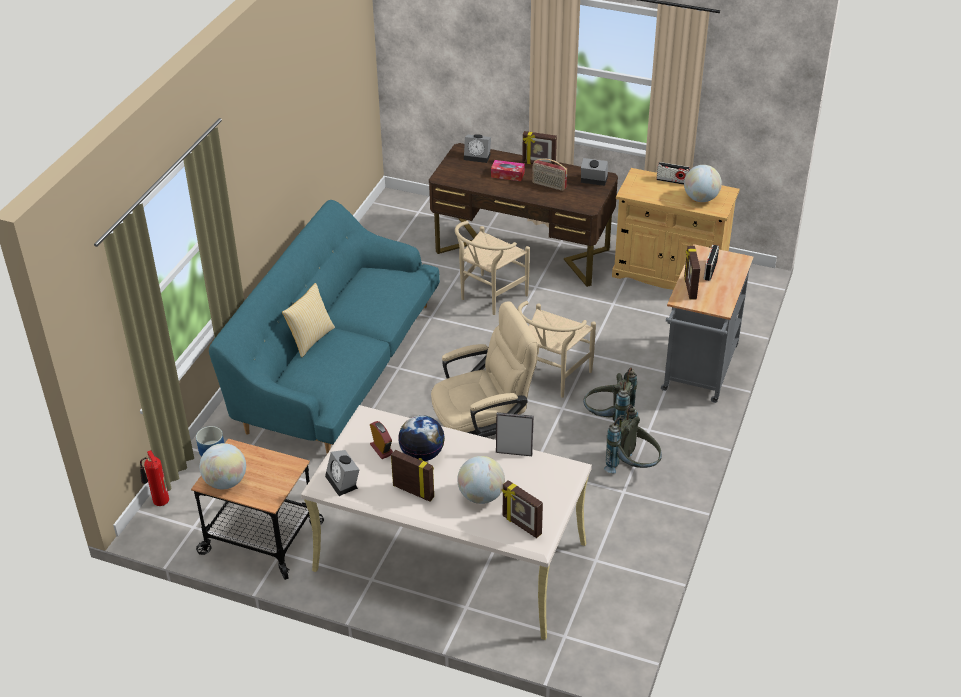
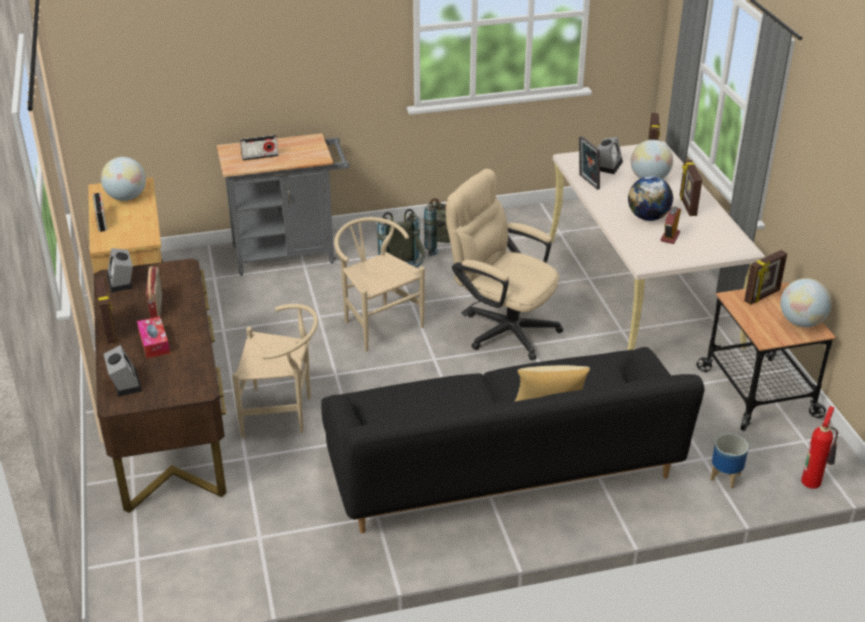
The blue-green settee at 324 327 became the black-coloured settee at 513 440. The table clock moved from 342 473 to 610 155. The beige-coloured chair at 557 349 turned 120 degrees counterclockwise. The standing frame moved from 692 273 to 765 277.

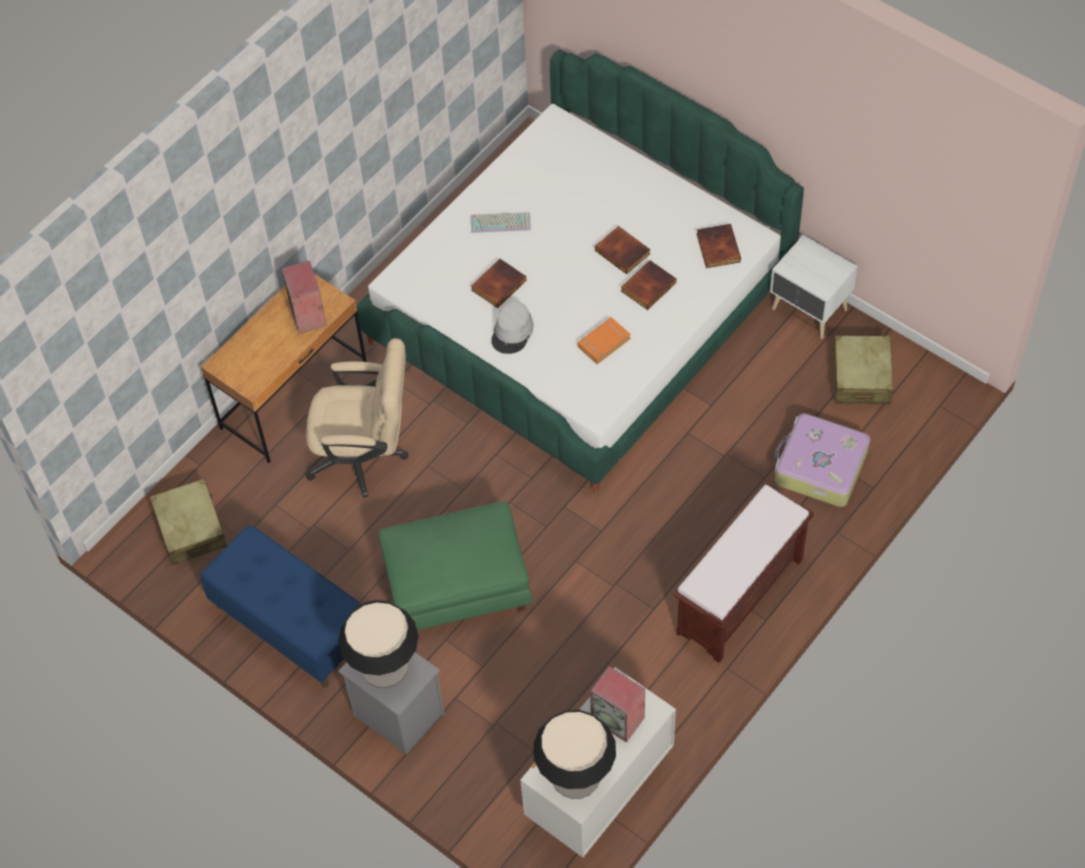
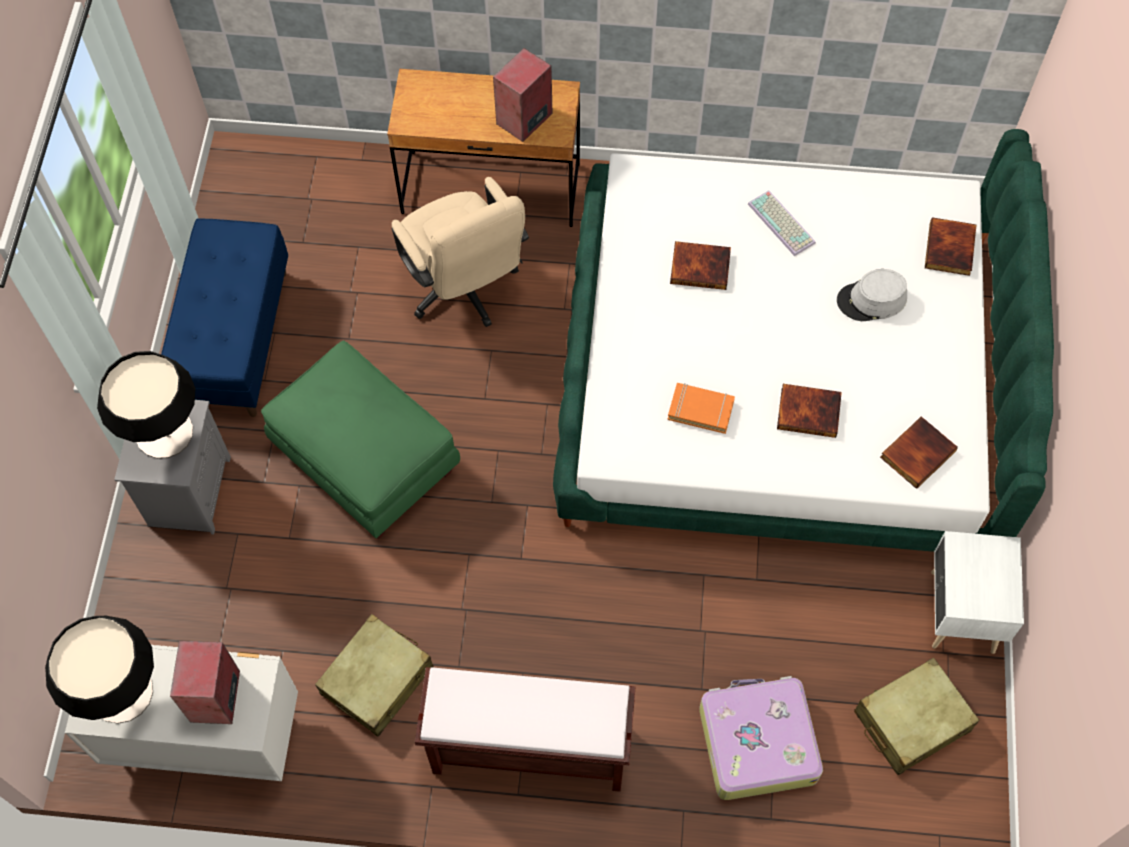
The beige-coloured suitcase moved from 188 522 to 374 675. The gray hat moved from 512 328 to 872 295. The bound book moved from 623 250 to 950 246.

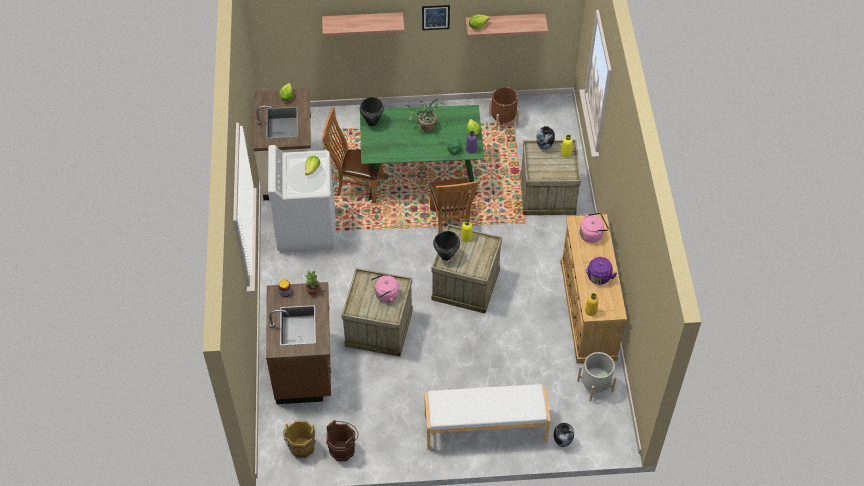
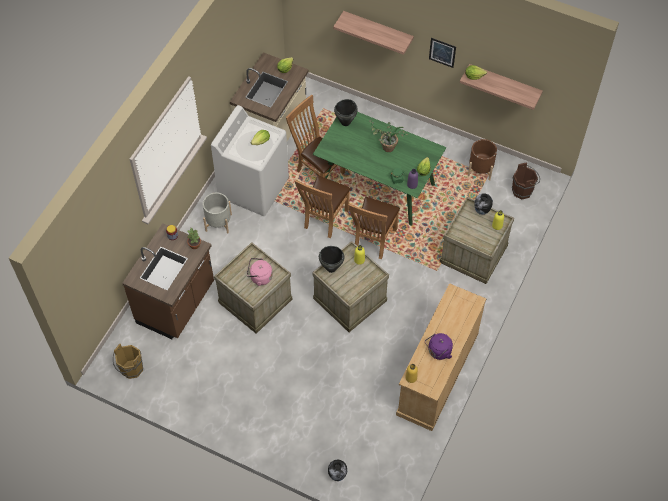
The brownish bucket moved from 342 440 to 526 181. The whitish long seat at 488 417 disappeared. The gray flower pot moved from 597 377 to 217 213. The pink-coloured tea kettle at 594 228 disappeared. The brownish chair at 323 206 appeared.

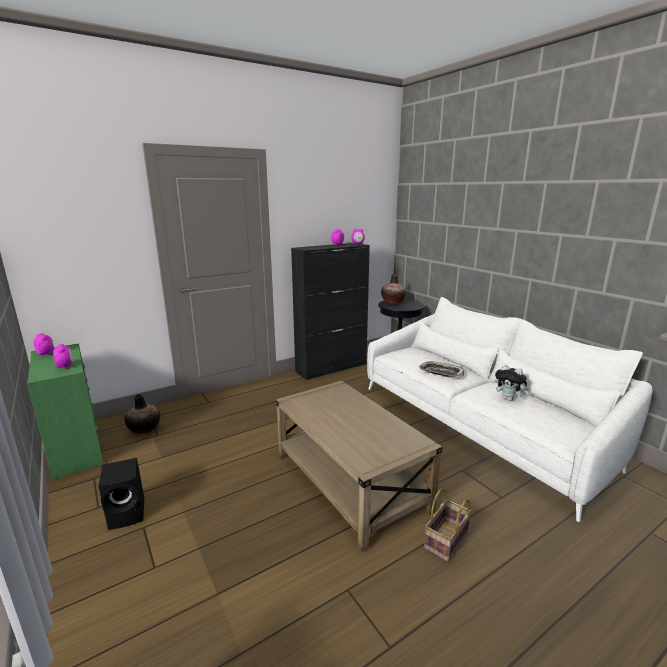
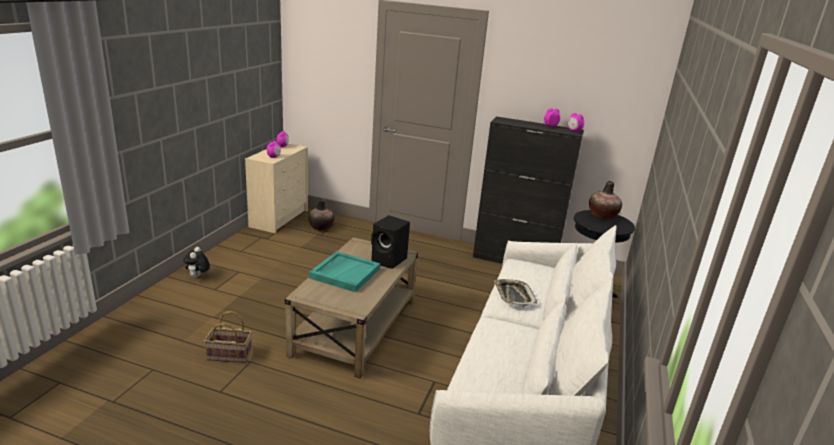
The green-coloured dresser at 65 411 became the beige-coloured dresser at 276 188. The black-coloured speaker moved from 121 494 to 390 242. The household basket moved from 448 525 to 228 337. The cuddly toy moved from 512 382 to 196 262. The blue-green tray at 344 271 appeared.

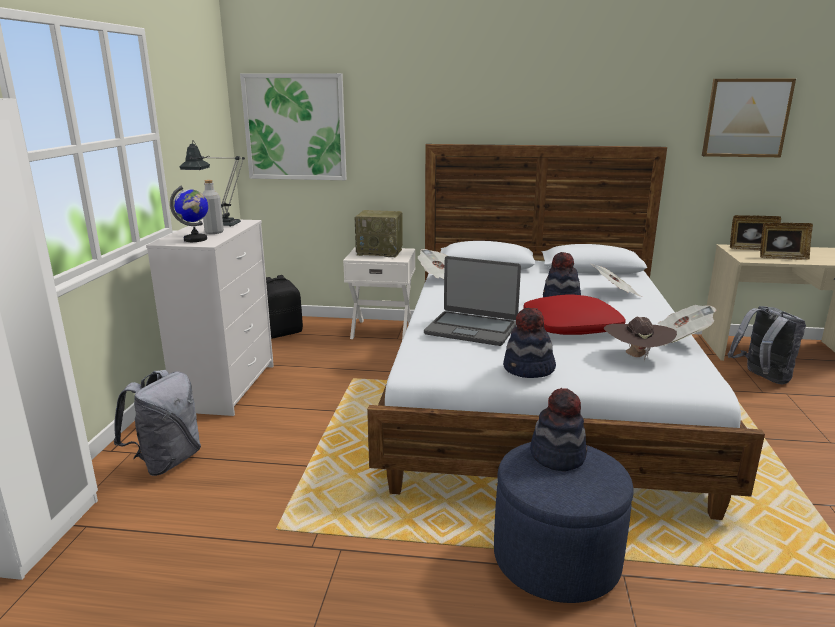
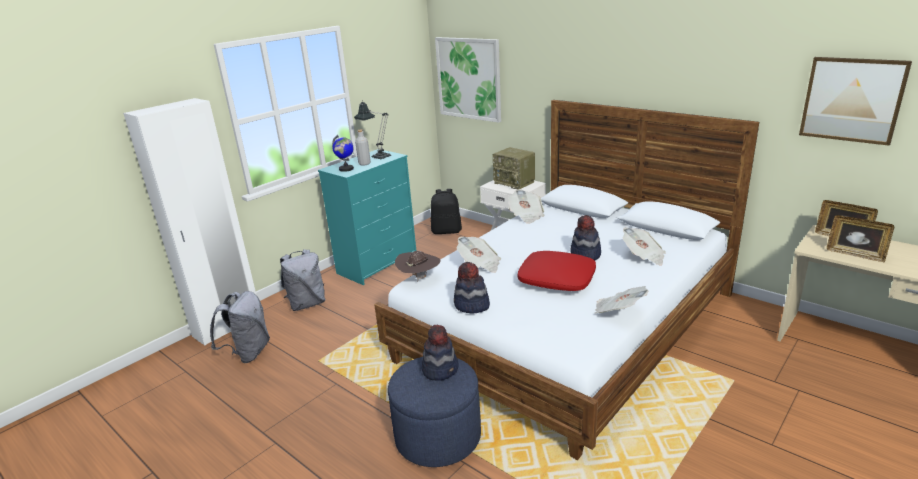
The whitish dresser at 210 317 became the blue-green dresser at 367 217. The notebook computer at 472 301 was replaced by the daily paper at 478 254. The brownish hat moved from 640 339 to 418 266. The gray knapsack moved from 767 345 to 240 327.

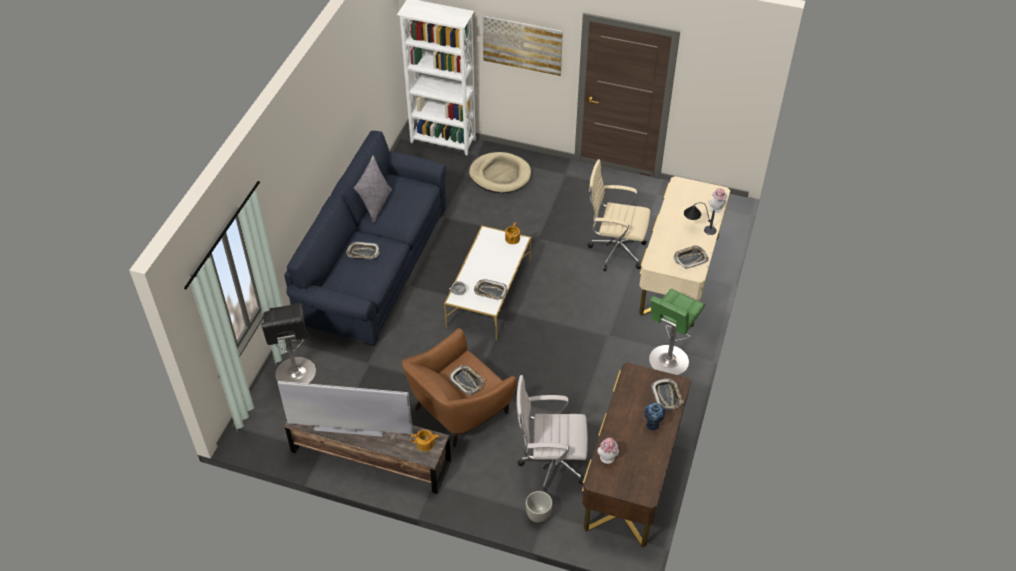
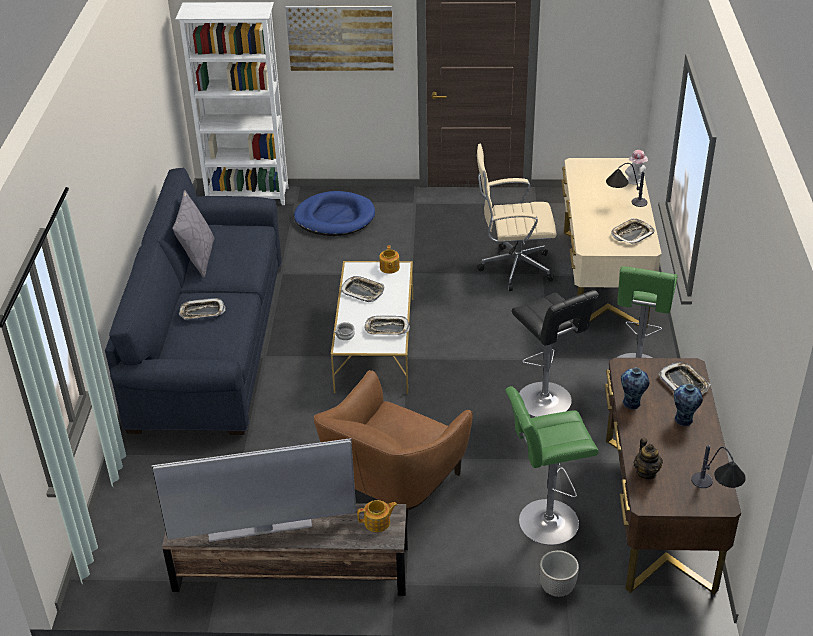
The black-coloured stool moved from 288 343 to 555 353. The tray moved from 467 380 to 362 289. The beige-coloured dog bed at 500 172 became the blue dog bed at 334 213. The whitish computer chair at 552 434 was replaced by the green-coloured stool at 552 465. The hat at 608 451 was replaced by the pot for tea at 648 459. The decorative vase at 635 389 appeared. The tabletop lamp at 718 466 appeared.

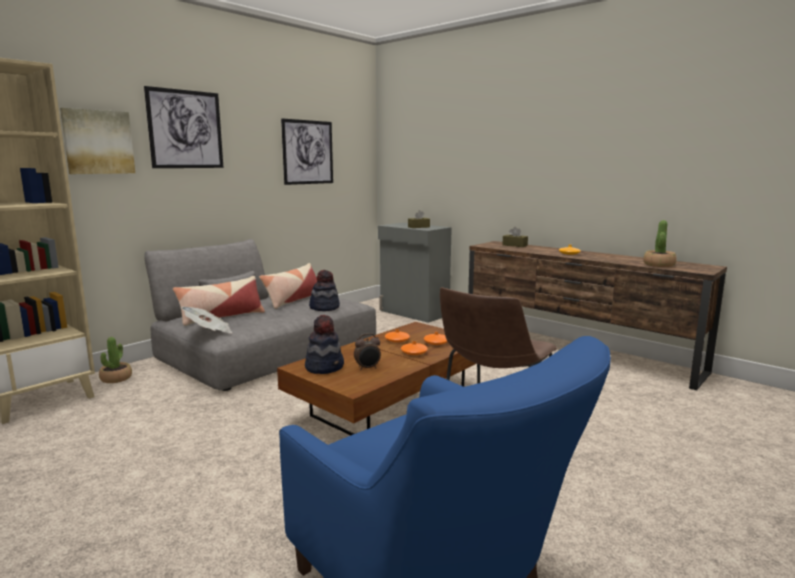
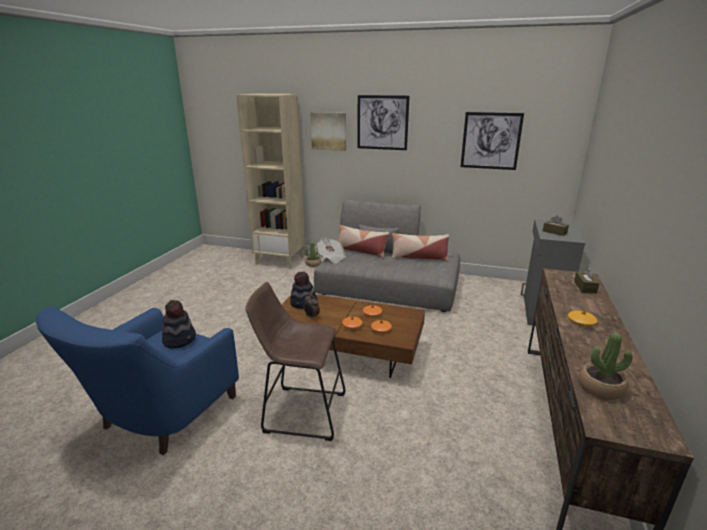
The hat moved from 324 290 to 179 324.

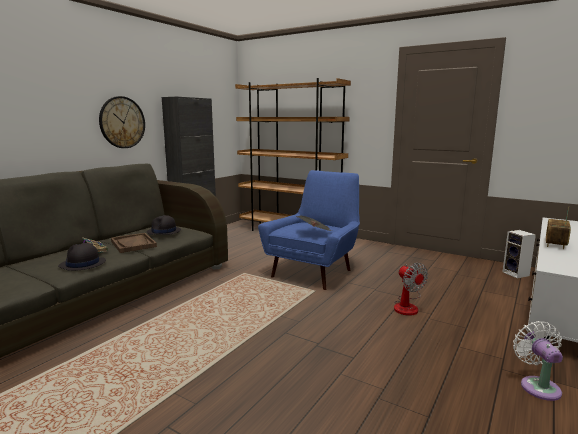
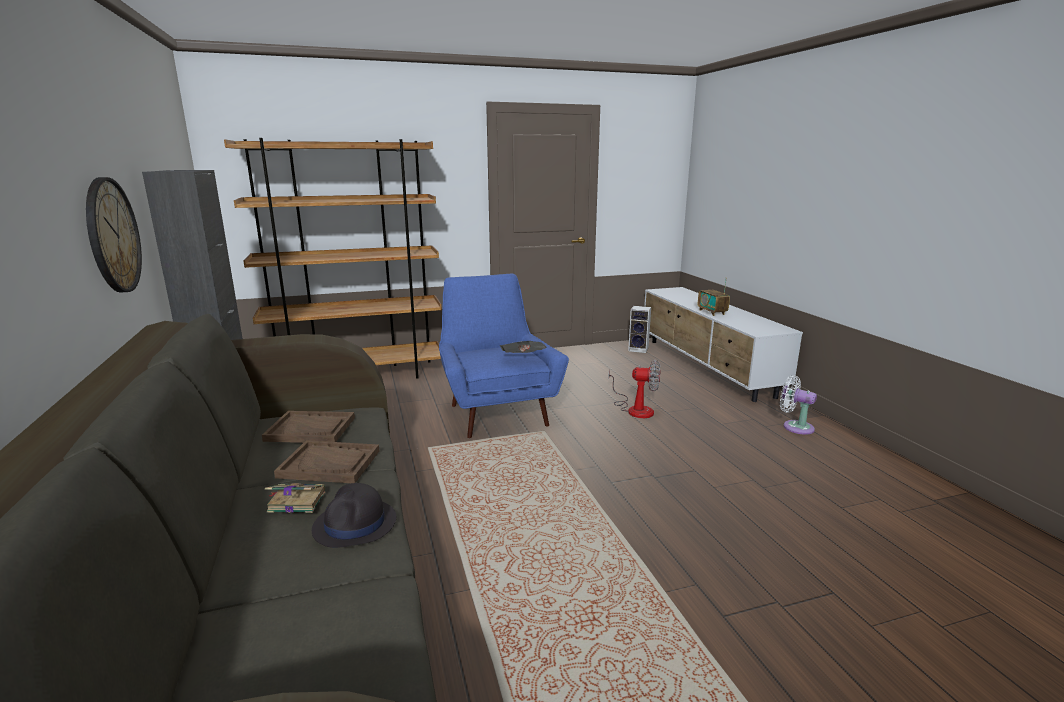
The black-coloured hat at 164 225 was replaced by the brownish tray at 308 427.

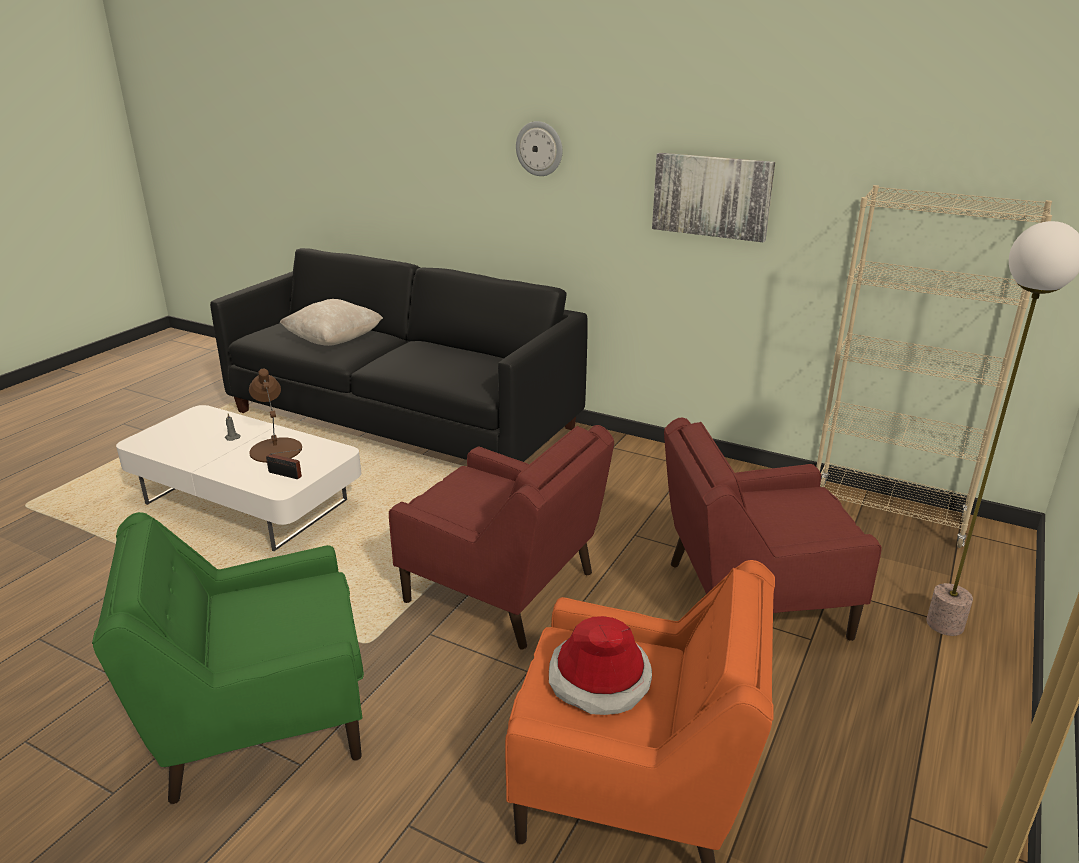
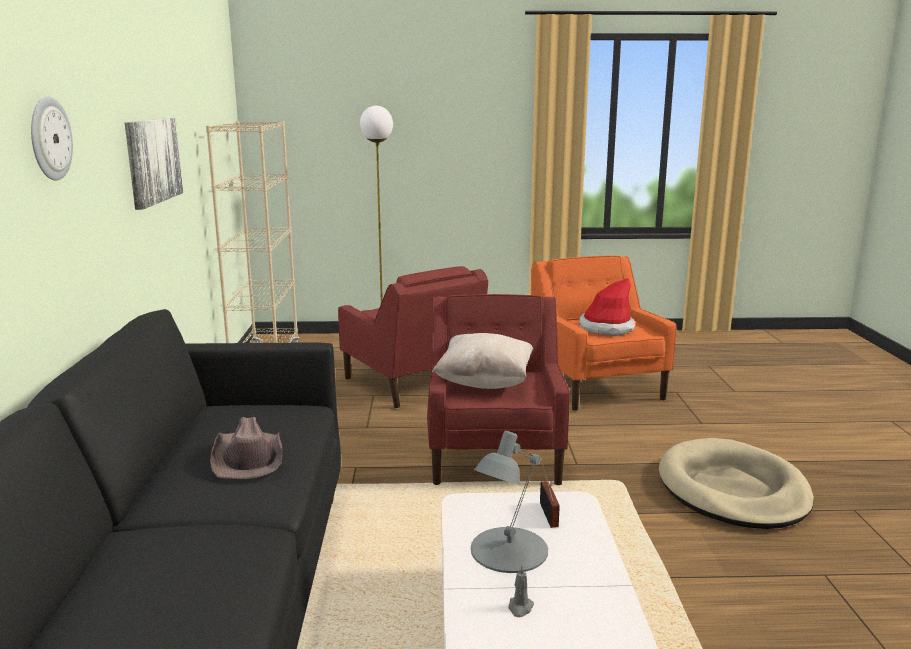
The green-coloured lounge chair at 228 658 was replaced by the beige-coloured dog bed at 736 483. The brownish tabletop lamp at 275 416 became the gray tabletop lamp at 509 502. The beige-coloured cushion moved from 331 322 to 482 361. The brownish hat at 246 448 appeared.

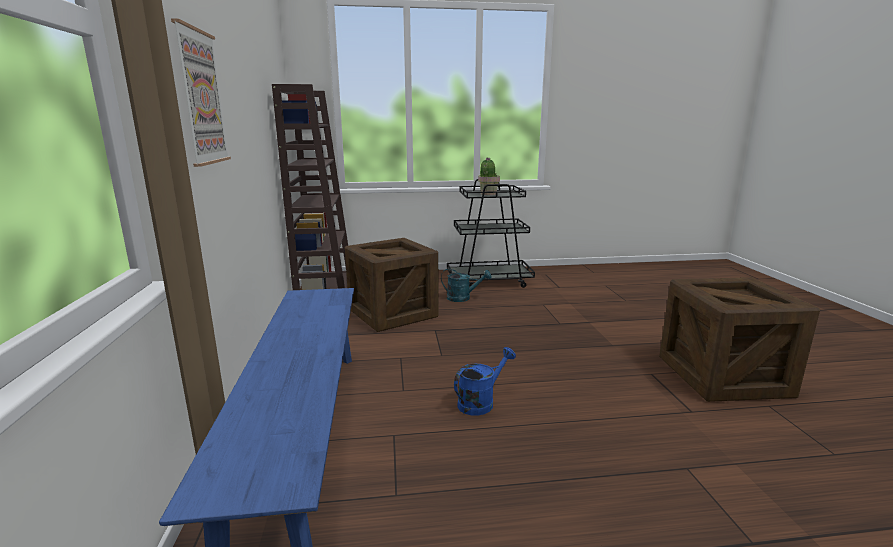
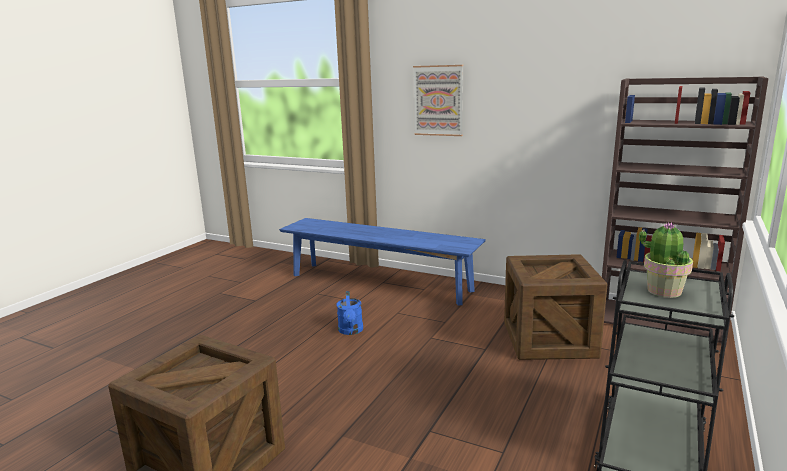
The blue-green watering can at 466 285 disappeared.

